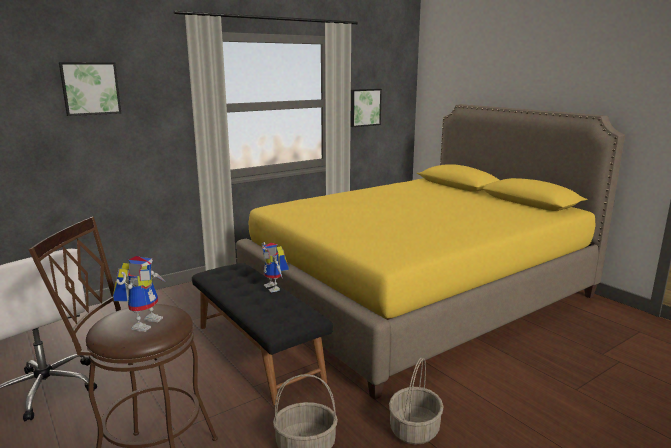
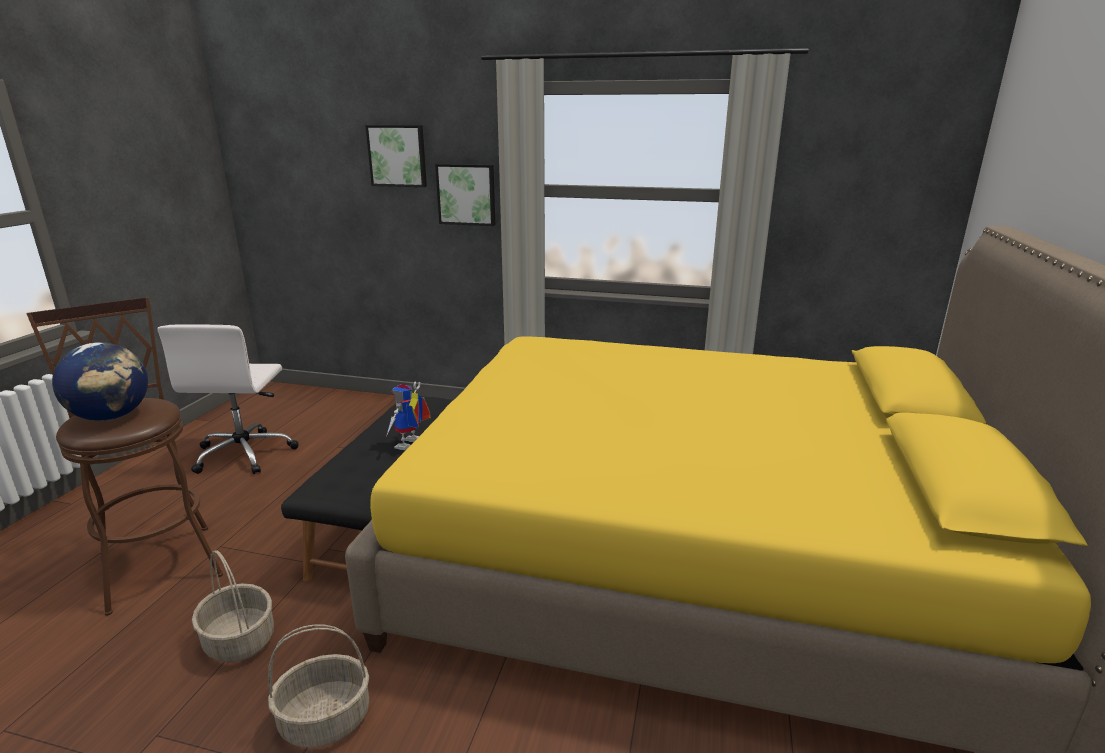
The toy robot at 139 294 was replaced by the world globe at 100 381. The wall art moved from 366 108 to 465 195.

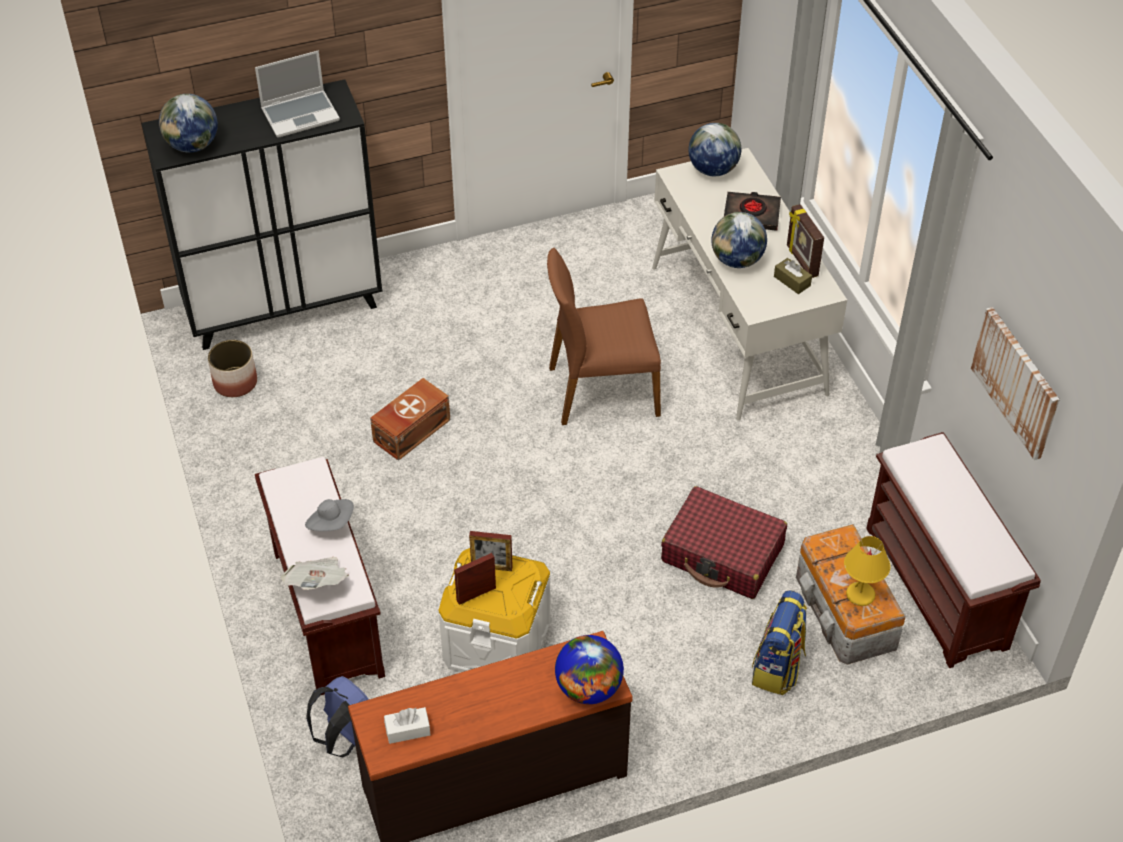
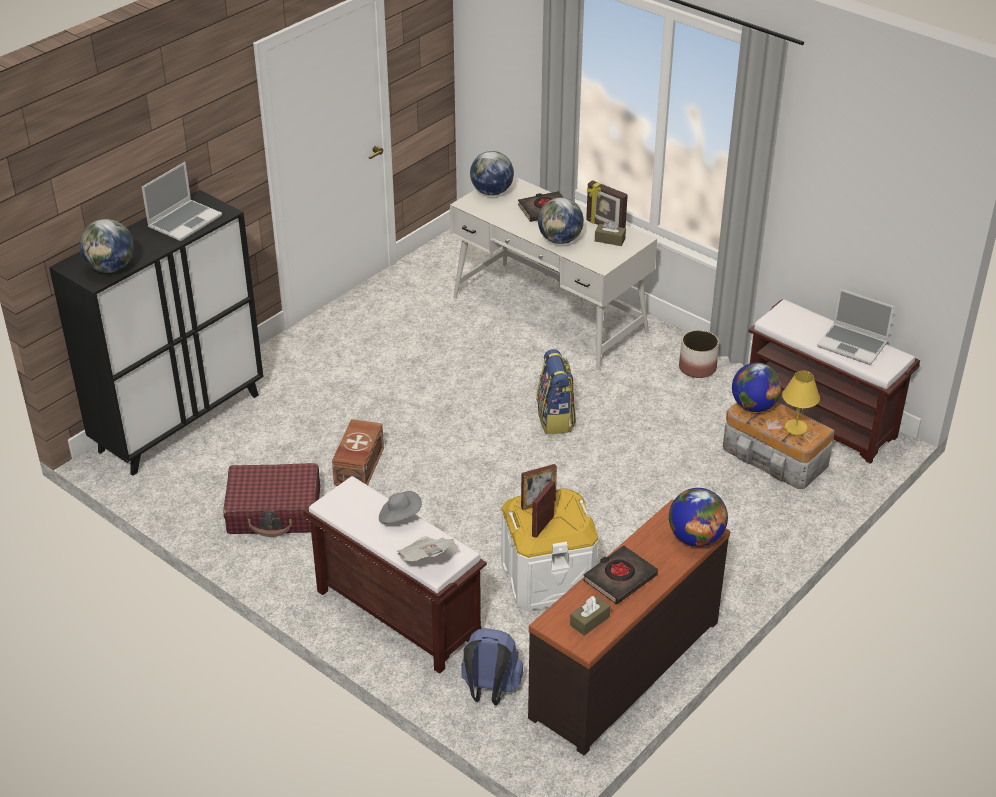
The flower pot moved from 232 368 to 699 354. The whitish tissue holder at 407 725 became the brownish tissue holder at 590 615. The brownish chair at 604 336 disappeared. The reddish suitcase moved from 724 542 to 271 500. The knapsack moved from 779 642 to 556 391. The wall art at 1015 383 disappeared. The black-coloured bound book at 620 574 appeared. The world globe at 757 387 appeared. The notebook computer at 855 327 appeared.

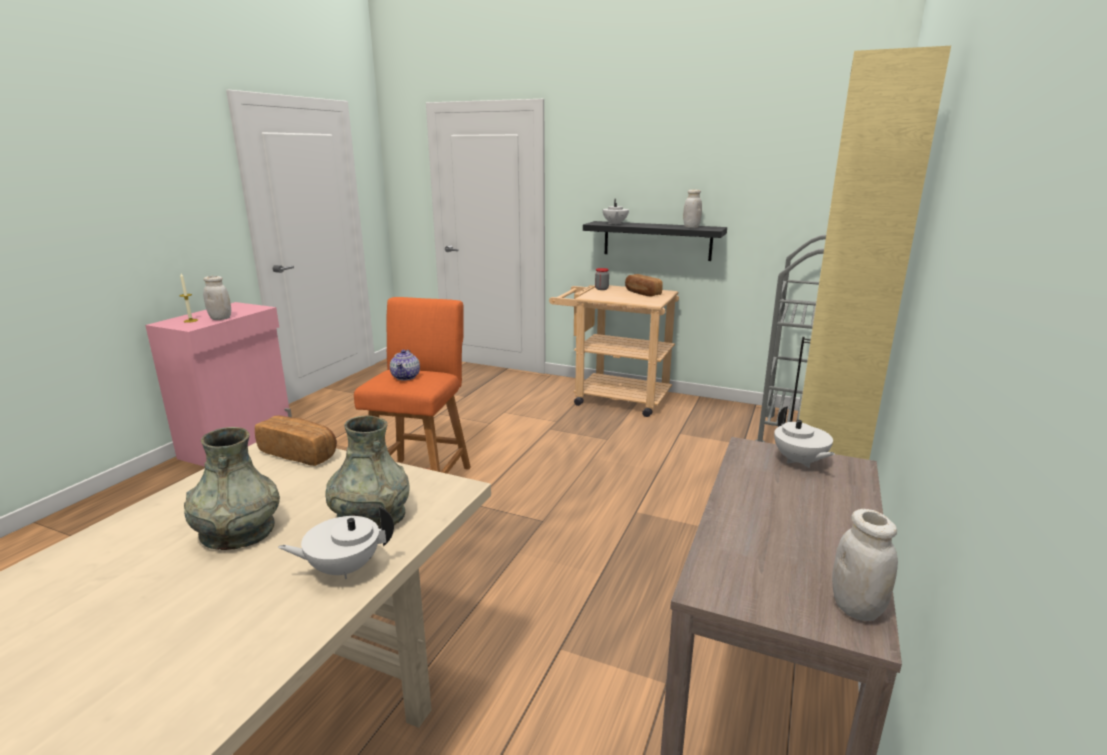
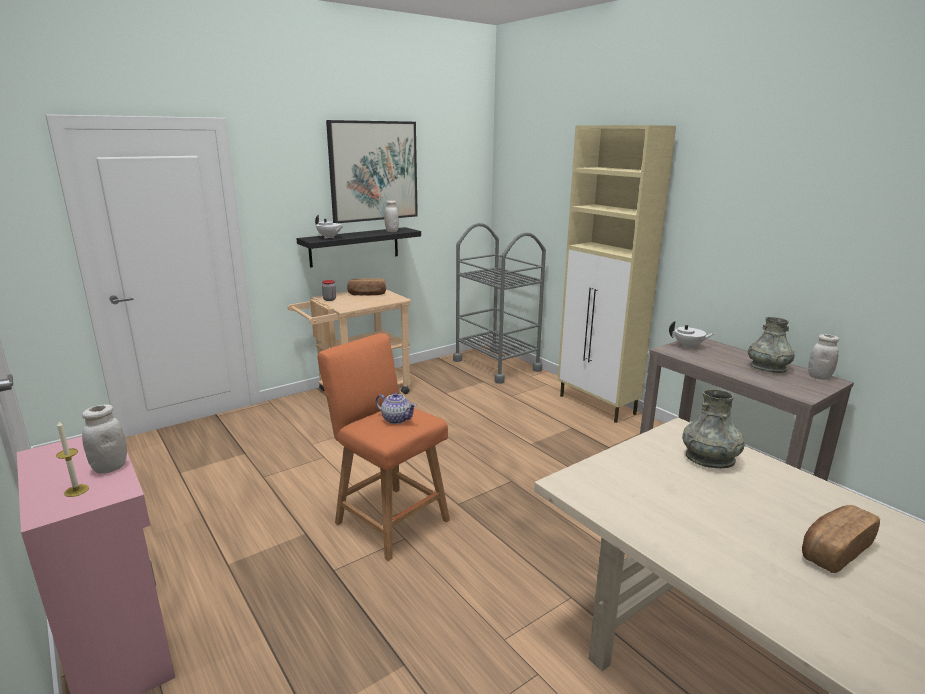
The gray decorative vase moved from 232 488 to 771 345. The bakery bread moved from 296 440 to 841 539. The whitish pot for tea at 336 542 disappeared. The wall art at 372 171 appeared.

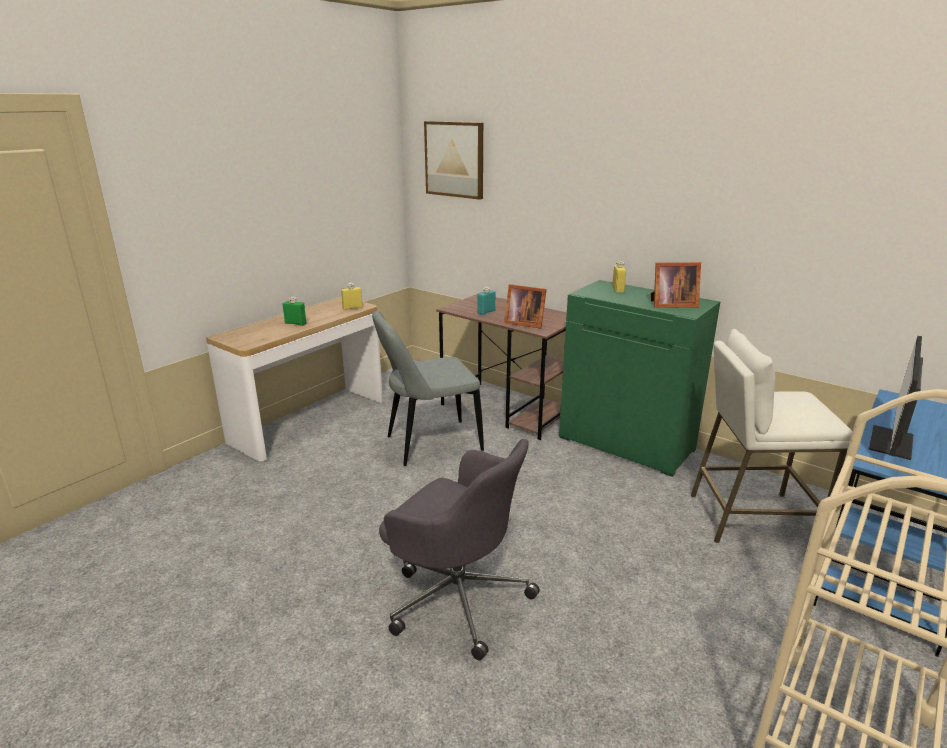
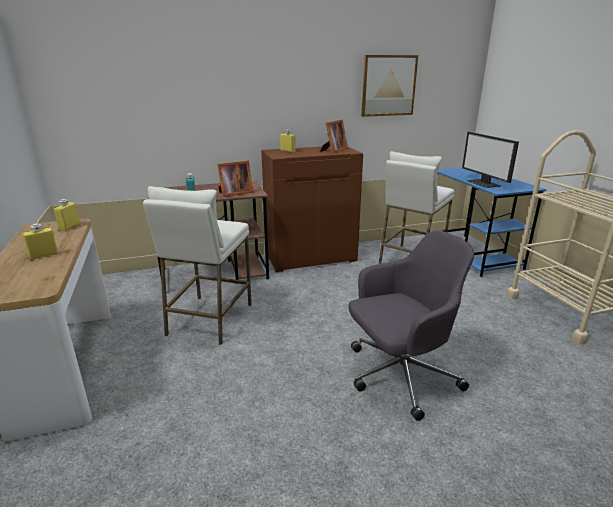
The green-coloured beverage bottle at 294 311 became the yellow-coloured beverage bottle at 40 242. The gray chair at 428 388 was replaced by the whitish stool at 197 265. The wall art moved from 453 160 to 389 86. The green-coloured cupboard at 639 378 became the brownish cupboard at 312 209.

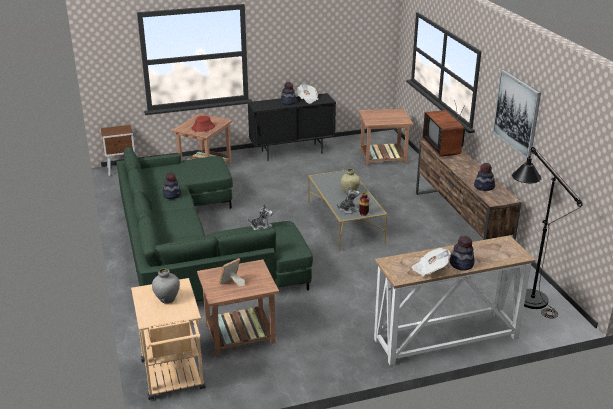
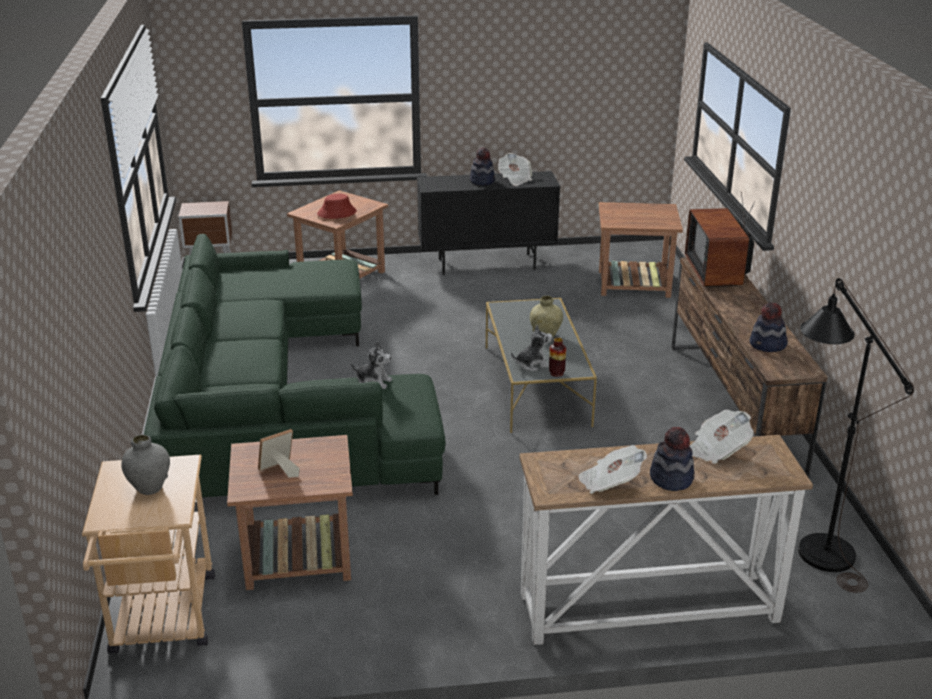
The hat at 172 185 disappeared. The wall art at 517 114 disappeared. The daily paper at 722 437 appeared.

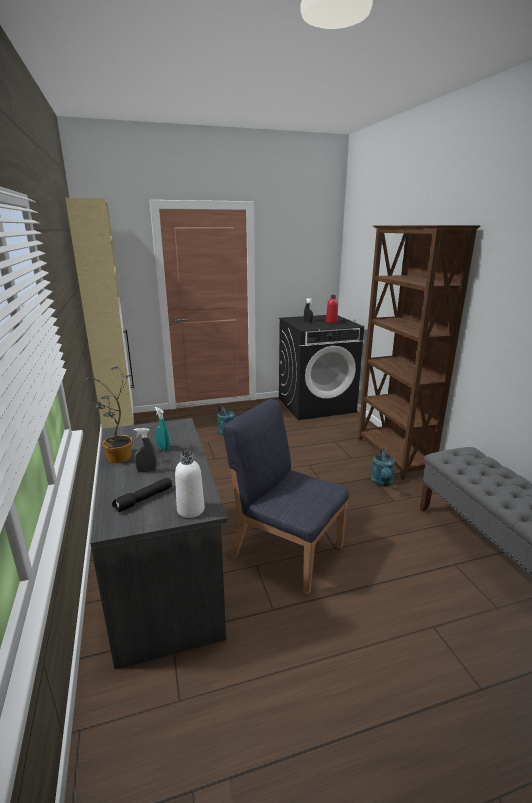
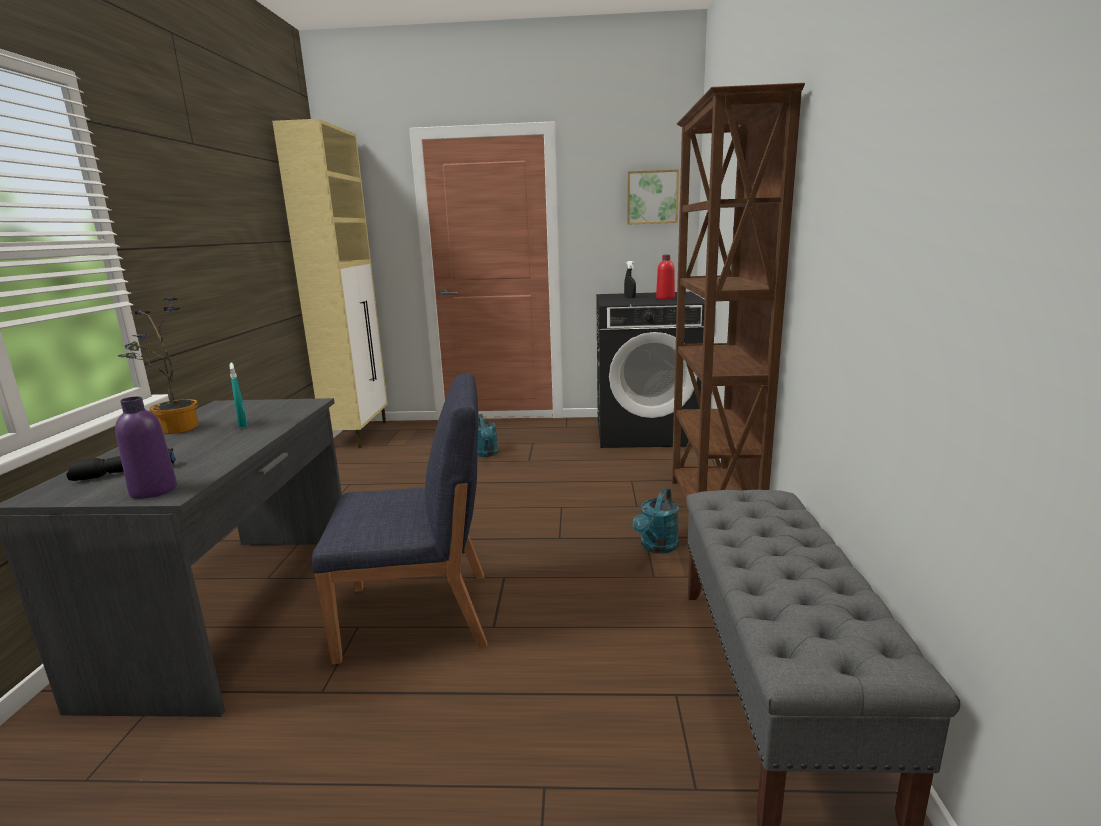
The gray hand sprayer at 145 450 disappeared. The whitish beverage bottle at 190 484 became the purplish beverage bottle at 146 447. The blue chair at 286 497 turned 120 degrees clockwise. The wall art at 653 197 appeared.

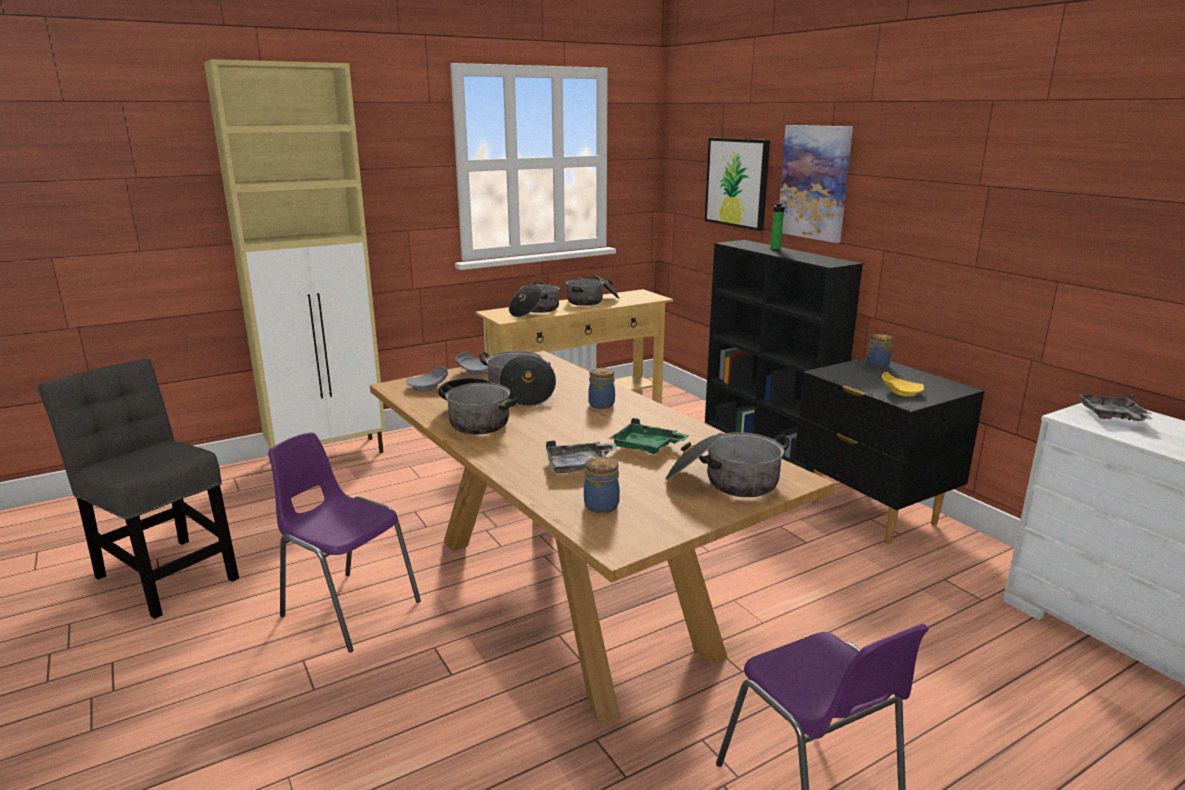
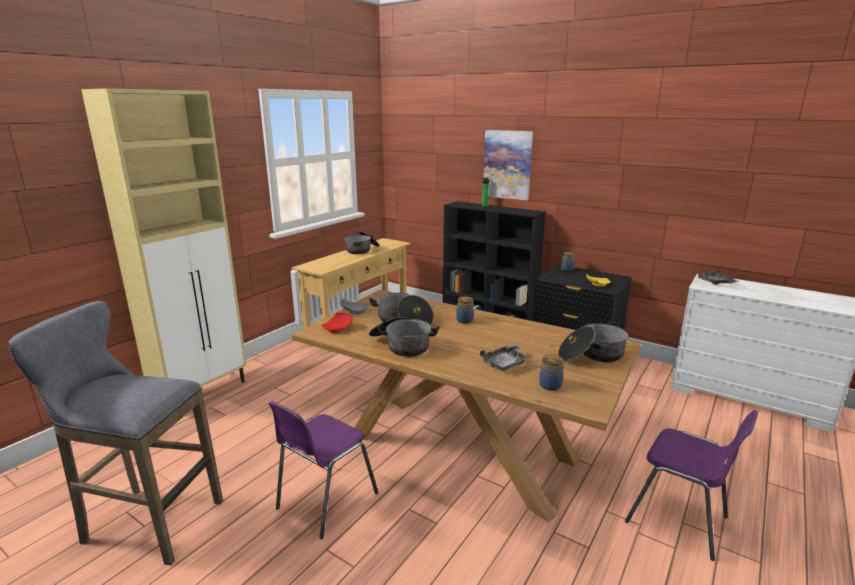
The gray chair at 139 489 was replaced by the gray stool at 115 433. The purplish chair at 344 542 turned 60 degrees counterclockwise. The gray flat dish at 427 378 became the reddish flat dish at 337 323. The stockpot at 534 299 disappeared. The green-coloured tray at 649 436 disappeared. The wall art at 737 184 disappeared.

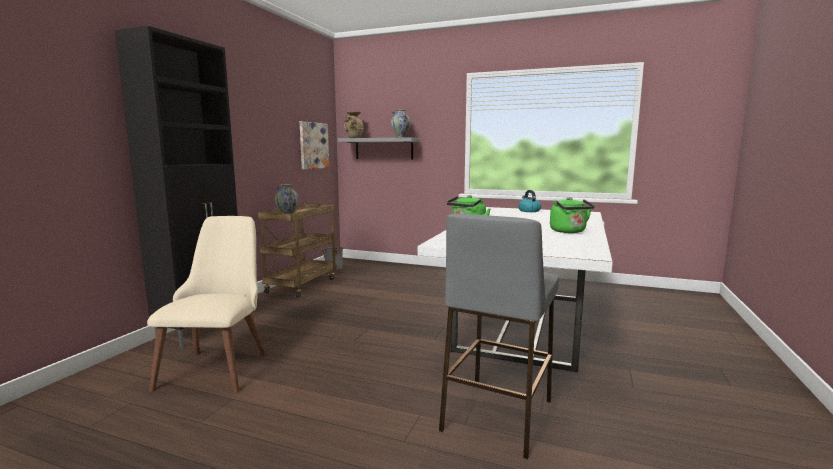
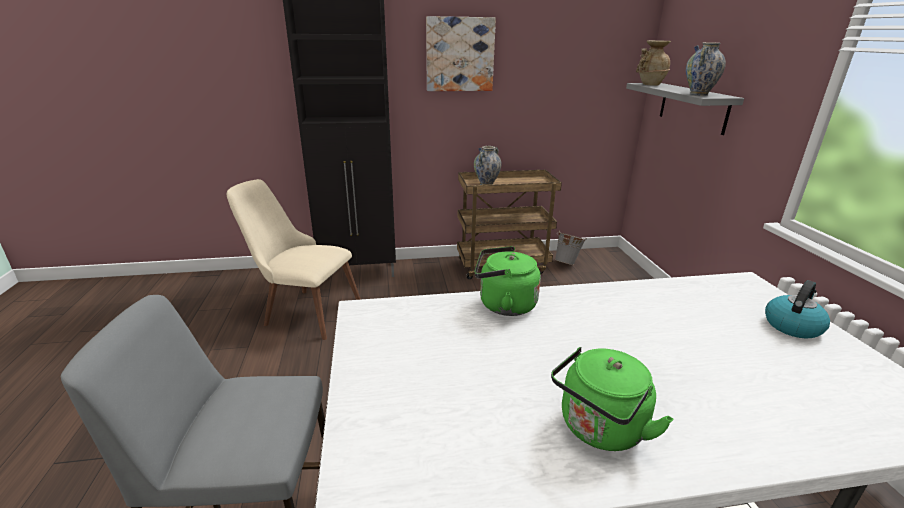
The beige-coloured chair at 206 304 turned 135 degrees counterclockwise. The wall art moved from 314 145 to 461 53.

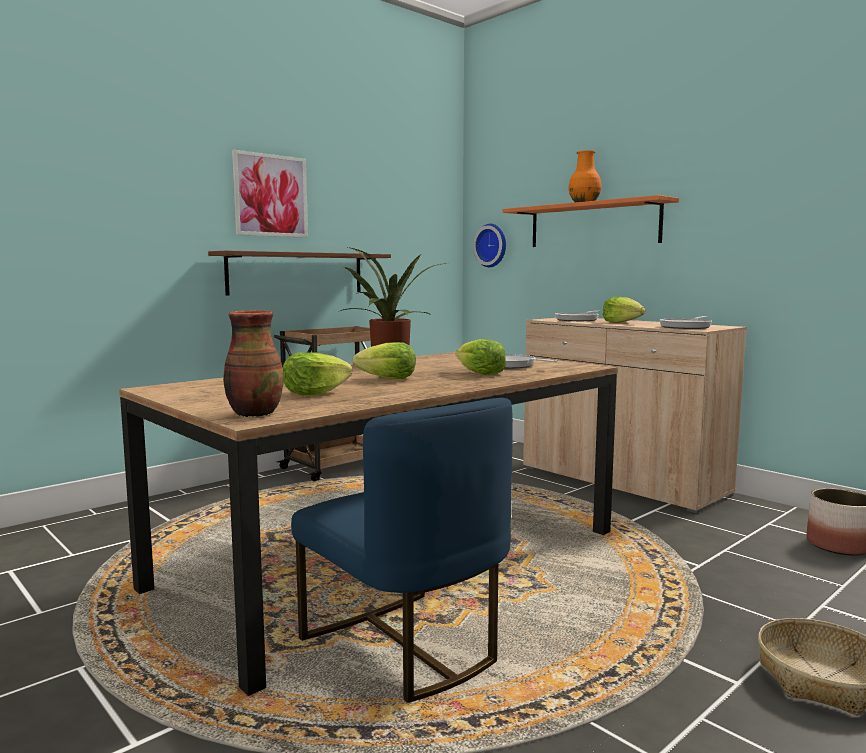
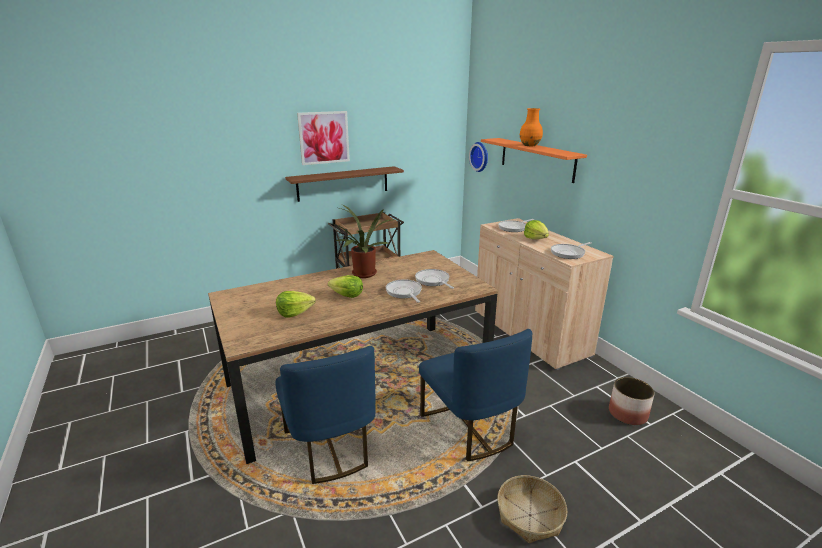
The decorative vase at 253 363 disappeared. The lettuce head at 481 357 was replaced by the frying pan at 404 291. The blue chair at 475 395 appeared.

